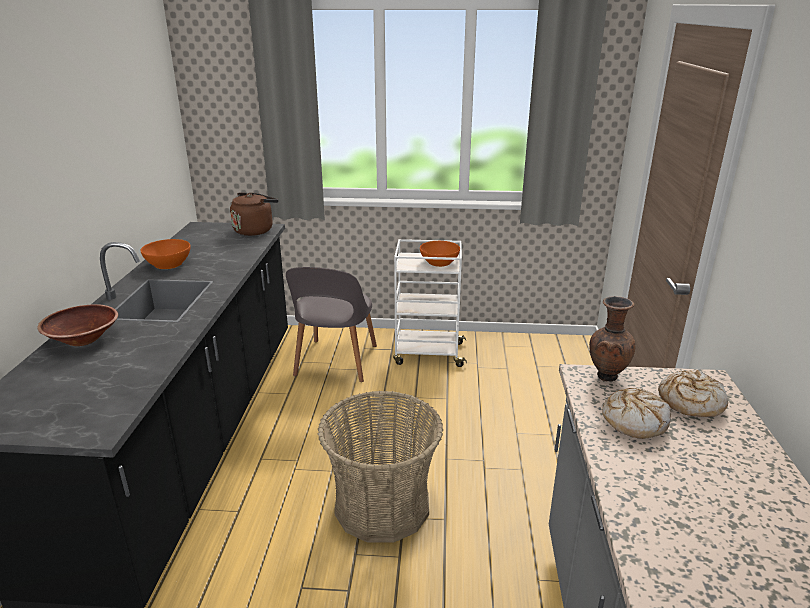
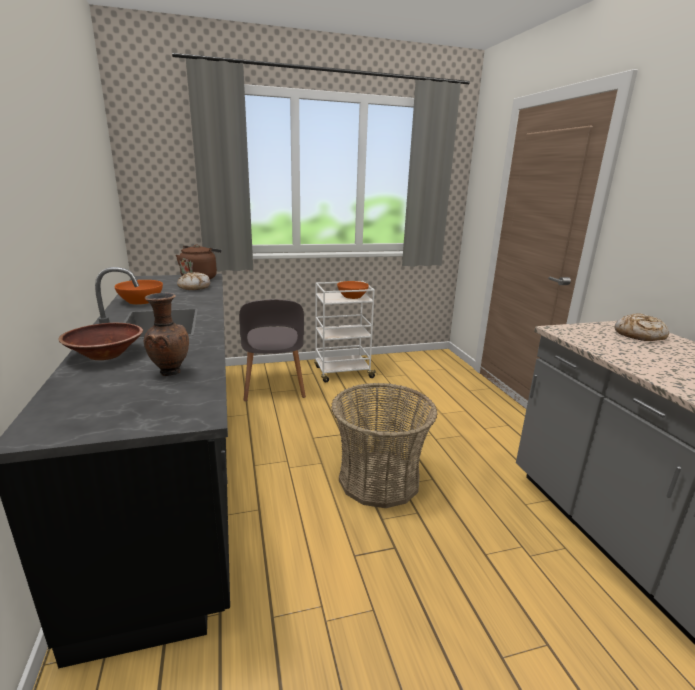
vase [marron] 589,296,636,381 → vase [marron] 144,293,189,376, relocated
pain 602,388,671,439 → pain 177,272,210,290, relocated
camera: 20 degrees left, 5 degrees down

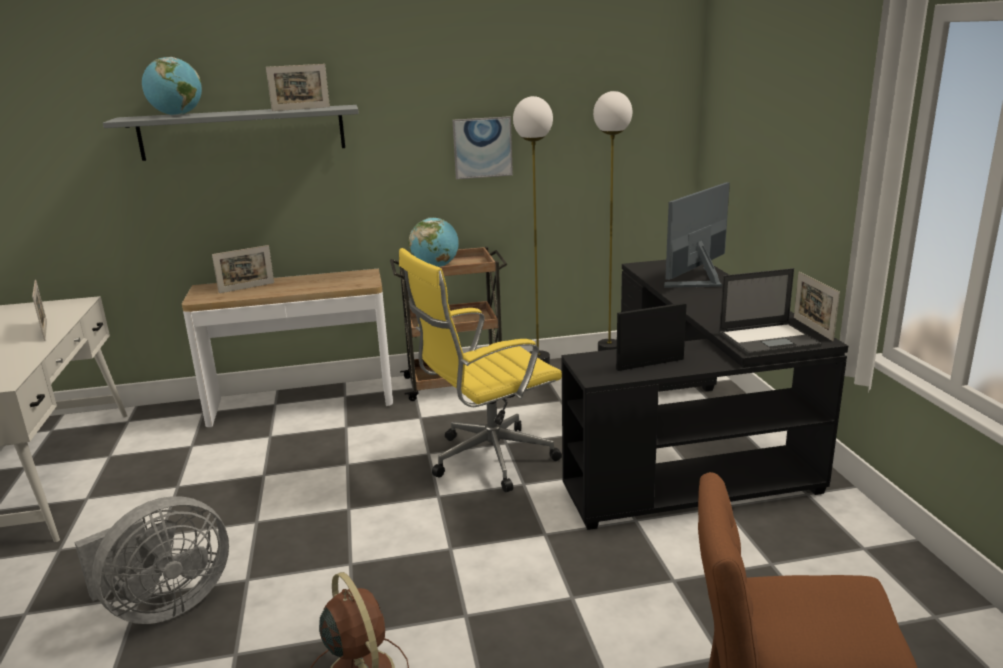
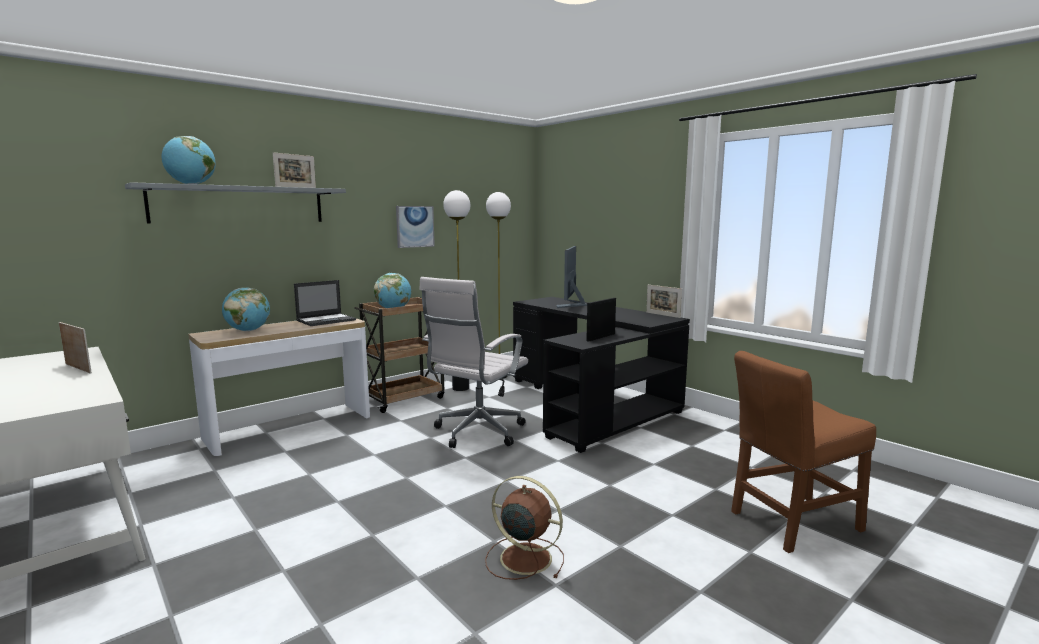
ventilateur [gris] 74,497,229,624 → -
ordinateur portable 718,268,822,356 → ordinateur portable 294,280,356,326, relocated
cadre photo 212,245,274,293 → globe 222,288,270,331
chaise de bureau [jaune] 399,248,562,492 → chaise de bureau [blanc] 419,277,528,448
camera: 30 degrees left, 10 degrees down

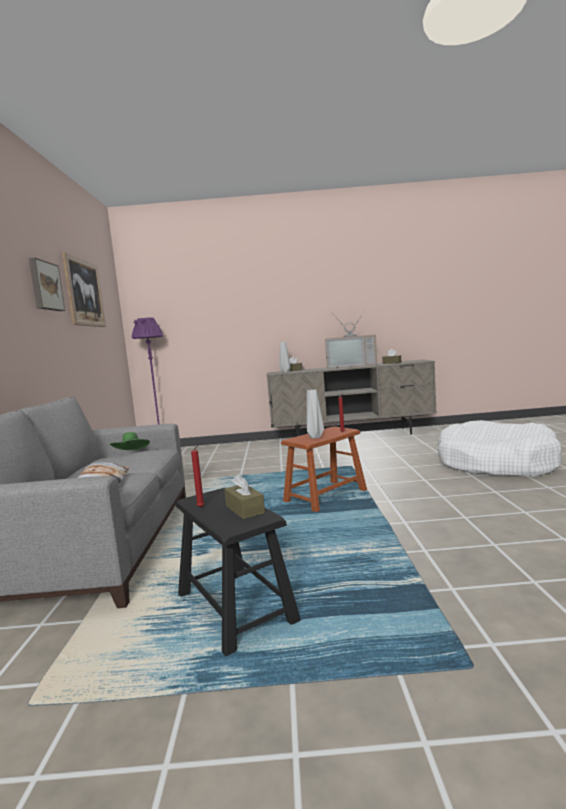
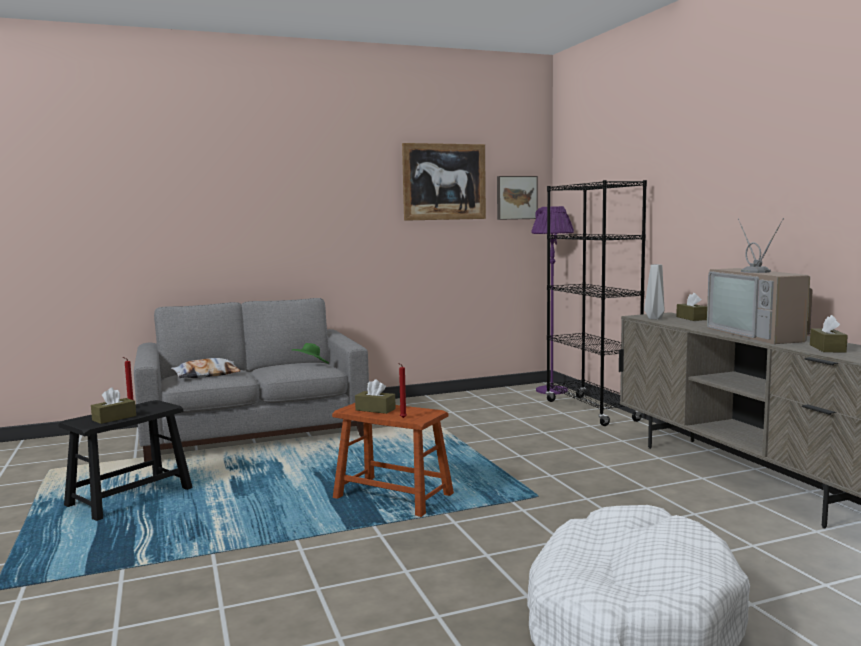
- → bibliothèque [noir] 546,180,647,426
tableau 29,258,65,311 → tableau 497,176,538,220, relocated
vase [gris] 307,390,324,438 → boîte à mouchoirs [marron] 355,379,396,414
camera: 70 degrees right, 0 degrees up

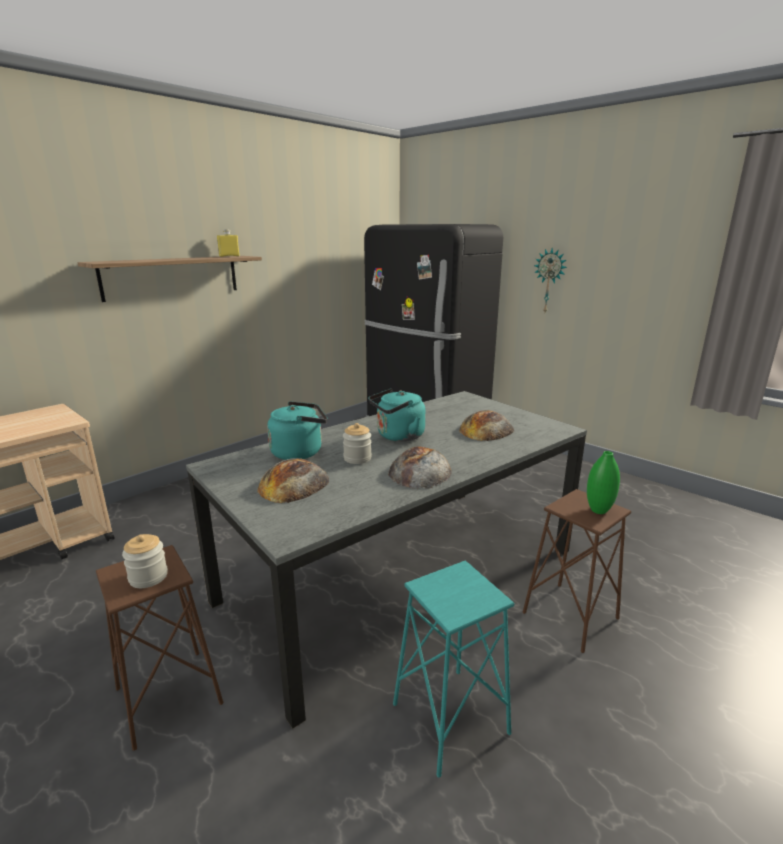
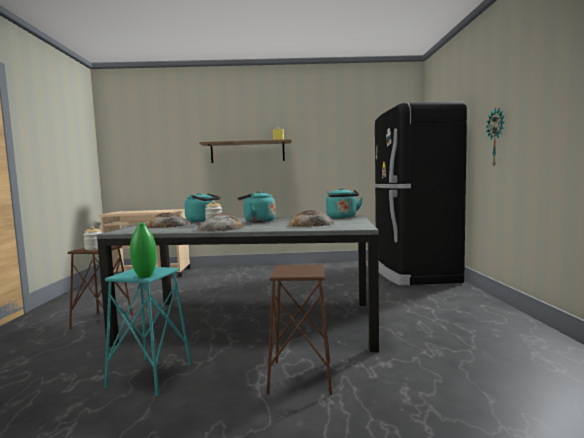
- → bouilloire [turquoise] 326,188,363,218
vase [vert] 587,451,620,514 → vase [vert] 130,223,157,278, relocated
camera: 45 degrees right, 15 degrees down

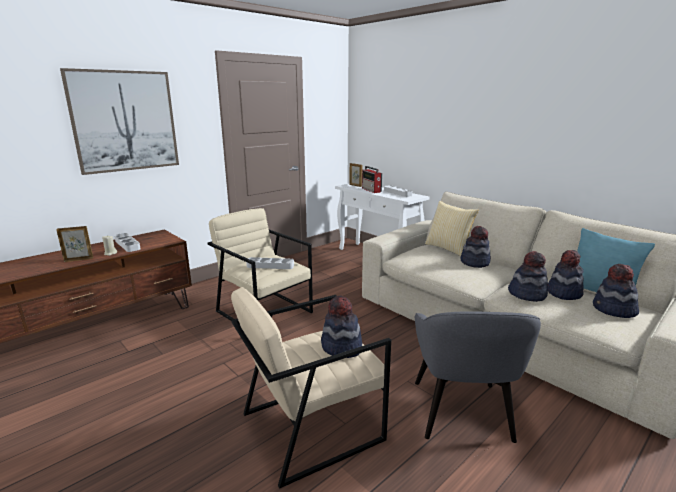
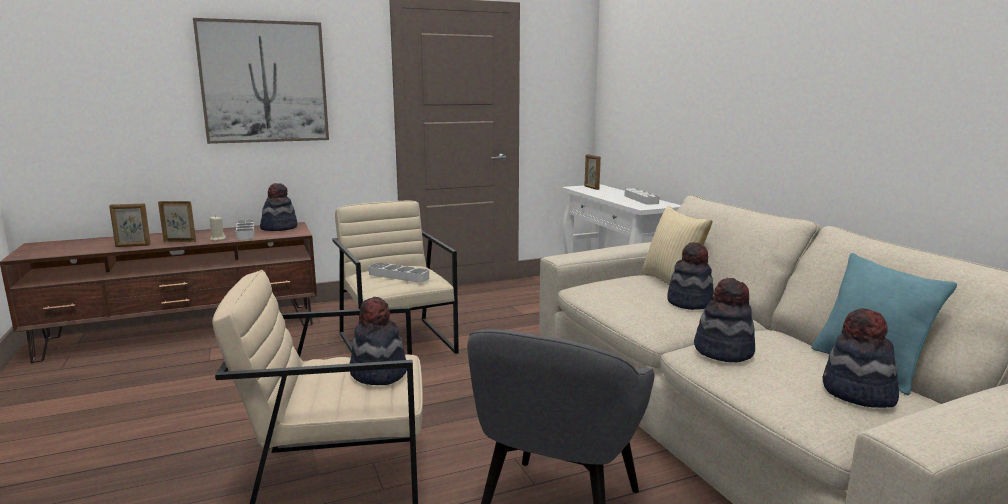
radio 362,166,382,193 → -
- → cadre photo 109,203,151,247
chapeau 548,250,584,300 → chapeau 260,183,298,231, relocated
camera: 20 degrees right, 5 degrees down

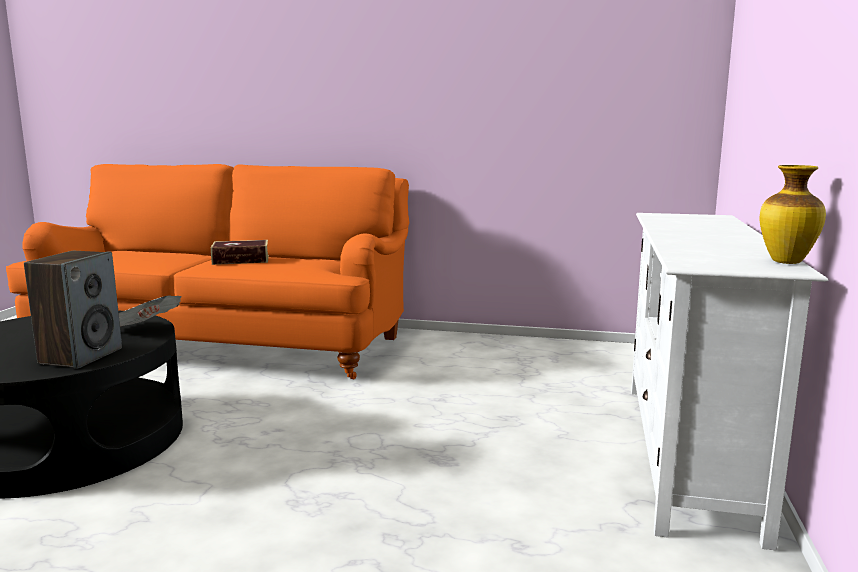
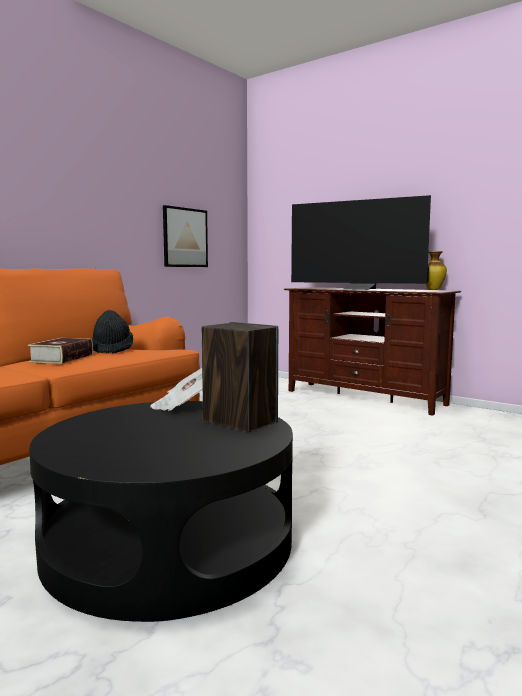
- → chapeau [noir] 92,310,133,354
- → tableau 163,205,208,267
- → téléviseur 291,195,431,290
meuble télé [blanc] 631,213,828,551 → meuble télé [marron] 284,287,461,416
camera: 65 degrees left, 5 degrees down

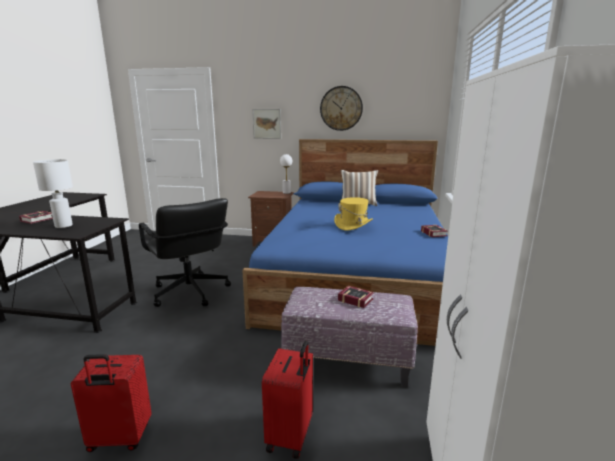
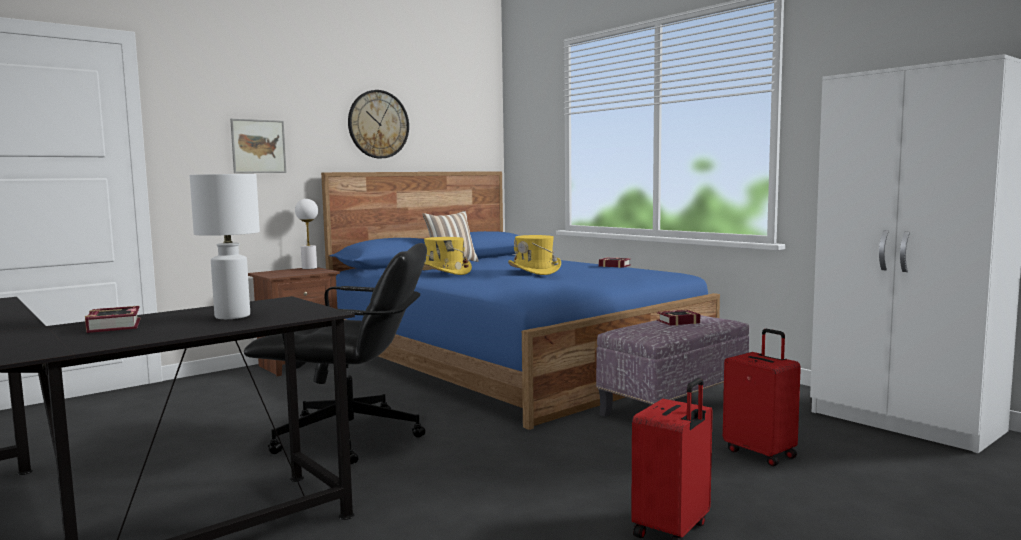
- → chapeau [jaune] 422,237,472,275
camera: 50 degrees left, 10 degrees down

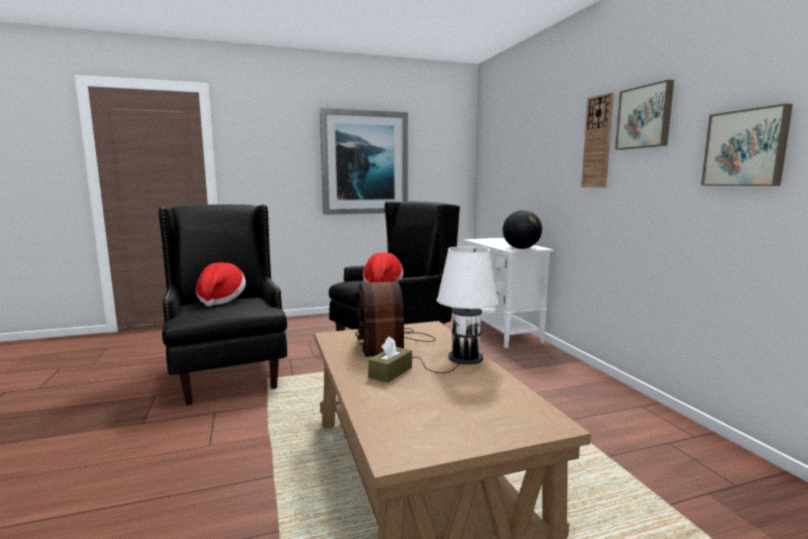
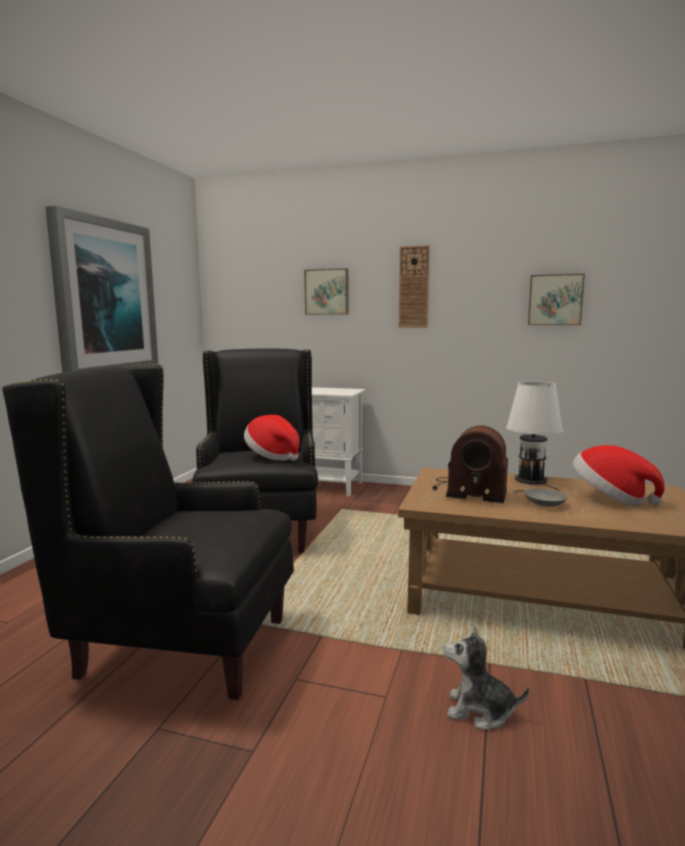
globe 503,210,542,249 → -
- → peluche 443,627,529,730
chapeau 196,262,246,307 → chapeau 573,445,664,506, relocated
tableau 615,80,674,150 → tableau 304,268,349,315, relocated
boîte à mouchoirs [marron] 368,336,412,383 → bol [gris] 524,488,567,507
camera: 55 degrees left, 0 degrees up

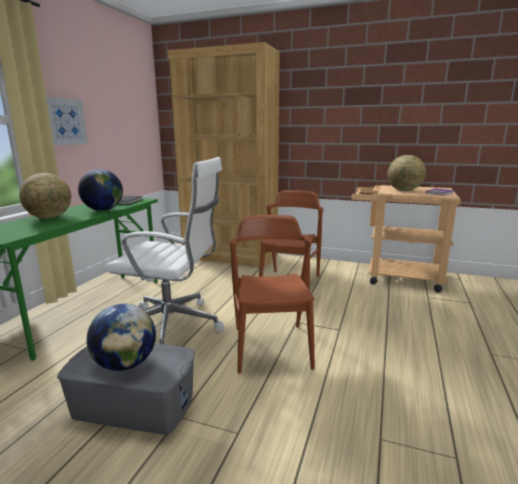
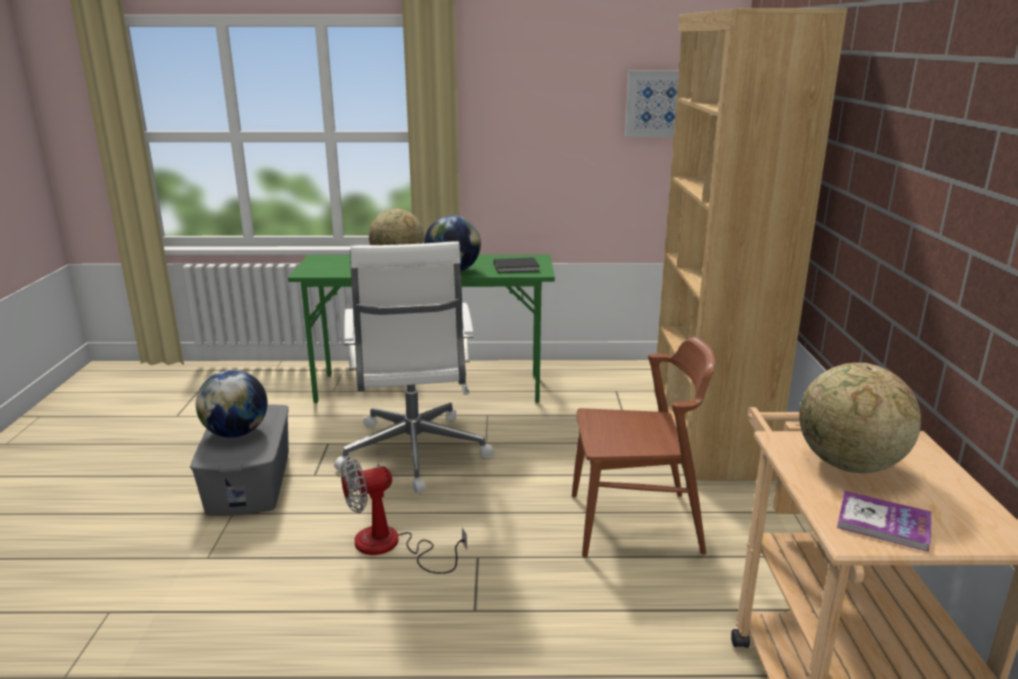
tableau 46,96,88,145 → tableau 625,71,679,137, relocated
chaise [marron] 230,215,315,374 → ventilateur 341,457,467,574
camera: 70 degrees right, 5 degrees up

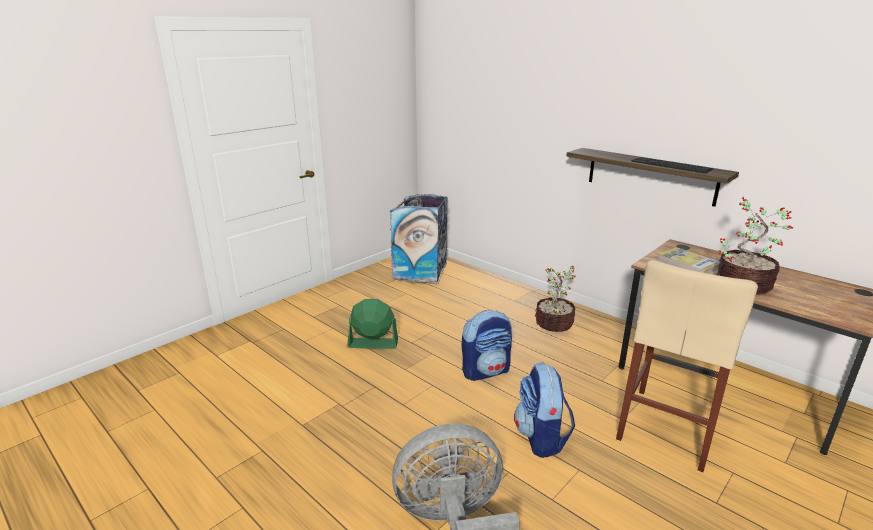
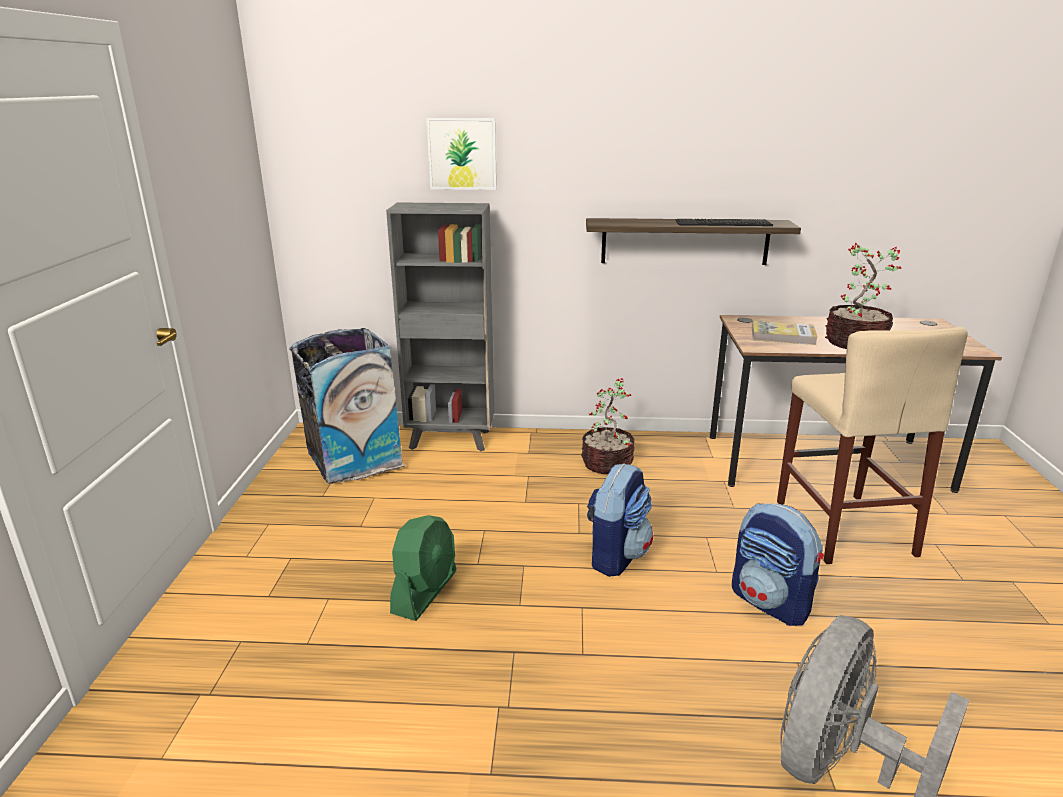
- → bibliothèque [gris] 386,202,494,452
- → tableau 426,118,497,190
ventilateur [vert] 347,299,398,349 → ventilateur [vert] 390,515,456,621, 150 degrees clockwise
camera: 40 degrees left, 0 degrees up

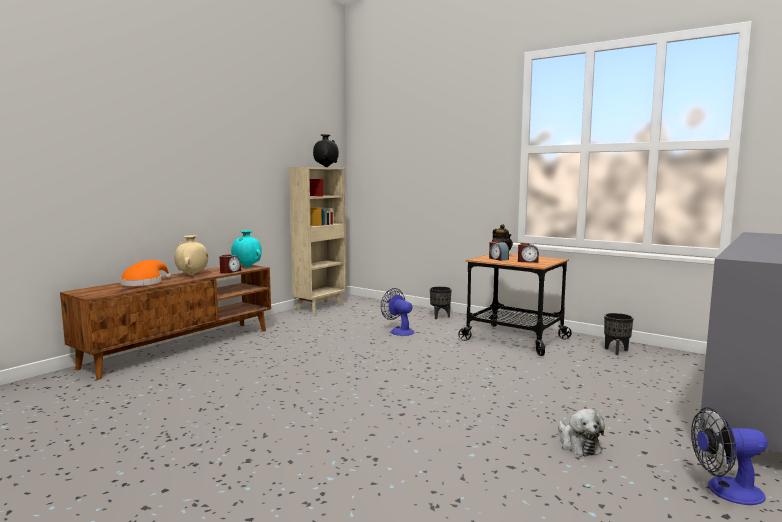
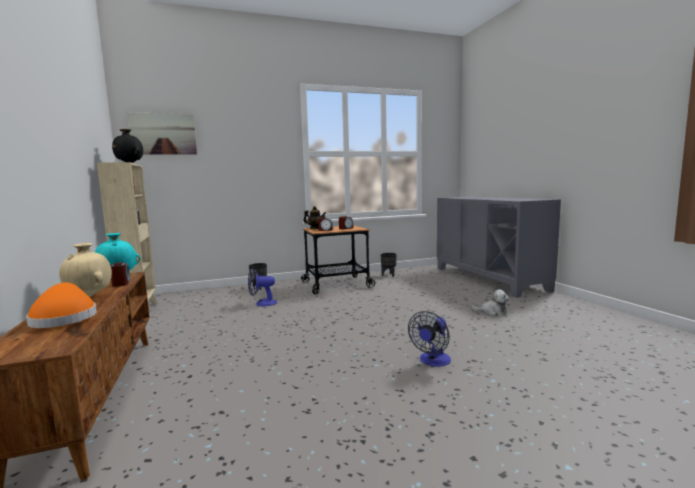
- → tableau 127,112,197,155
ventilateur 691,407,768,505 → ventilateur 408,311,451,367, relocated
camera: 55 degrees left, 0 degrees up

